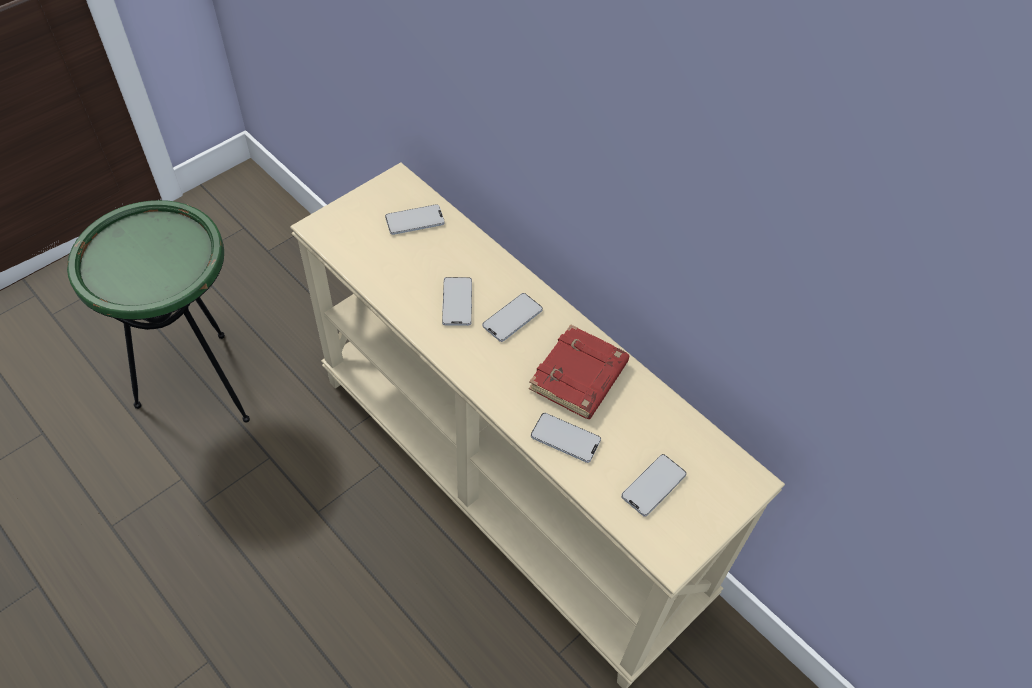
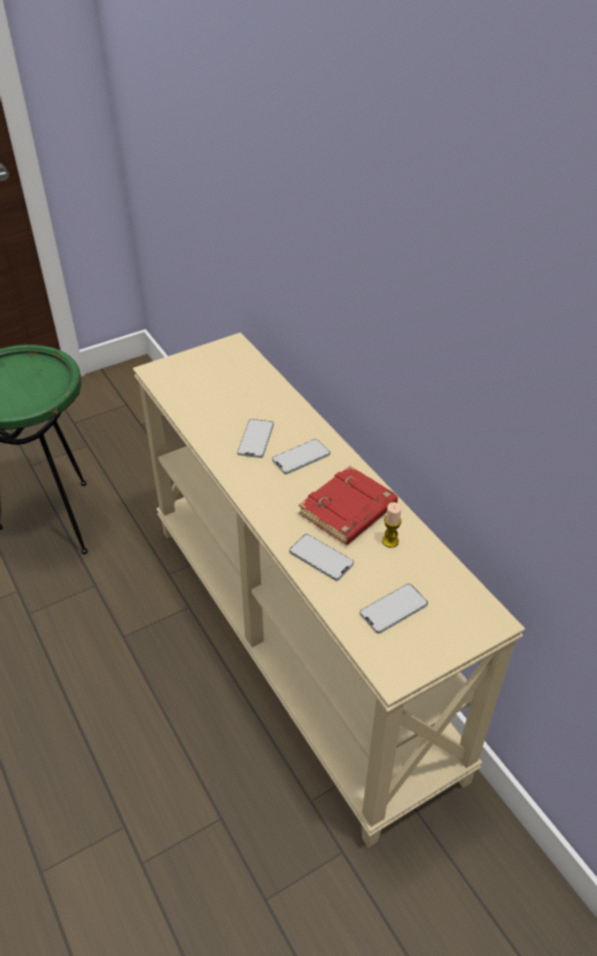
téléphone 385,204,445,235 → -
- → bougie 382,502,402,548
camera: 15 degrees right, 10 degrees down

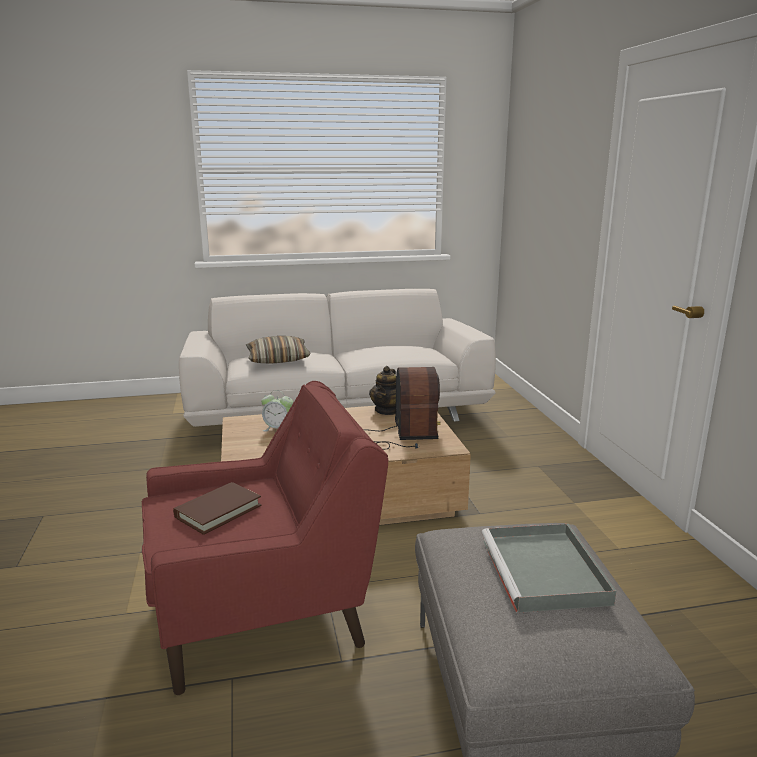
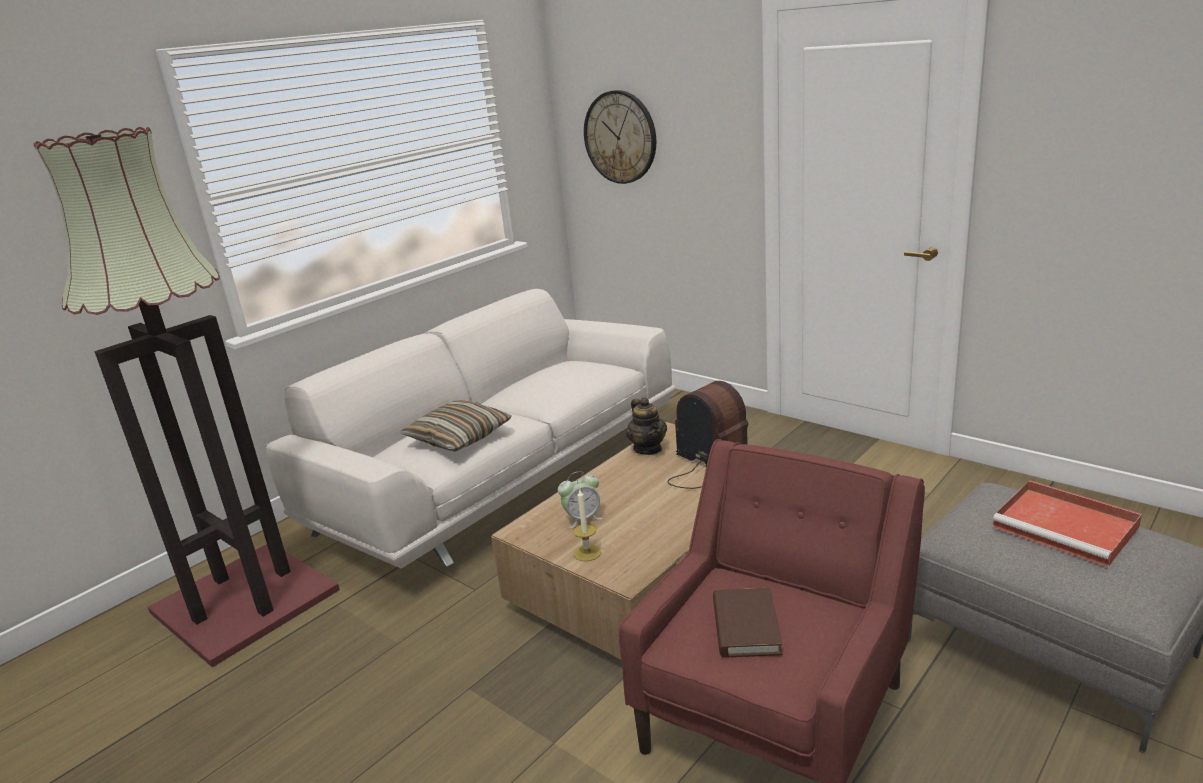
- → lampadaire 33,127,340,668
- → bougie 573,490,601,562
- → horloge murale 584,90,656,184
plateau [gris] 482,524,616,613 → plateau [rouge] 993,480,1142,567
camera: 35 degrees left, 5 degrees up

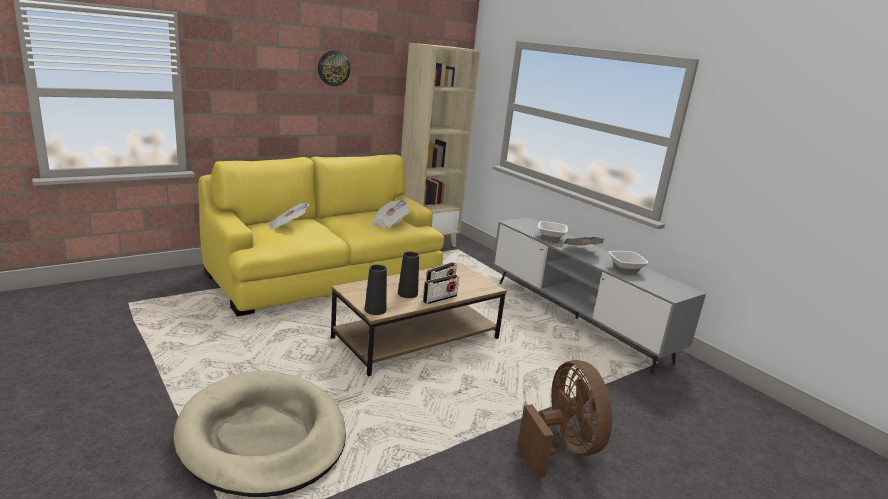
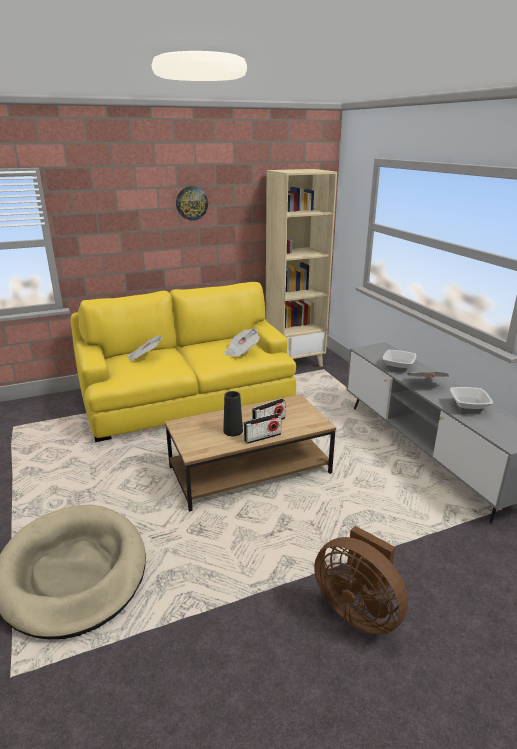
vase [noir] 365,265,387,315 → -
ventilateur [marron] 517,360,612,478 → ventilateur [marron] 314,526,408,635, 135 degrees clockwise
camera: 15 degrees right, 5 degrees up

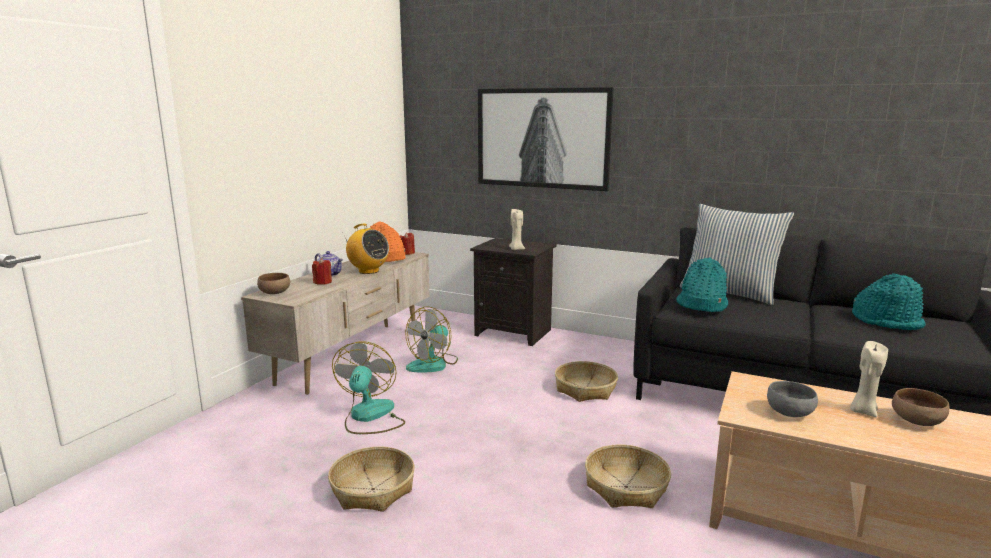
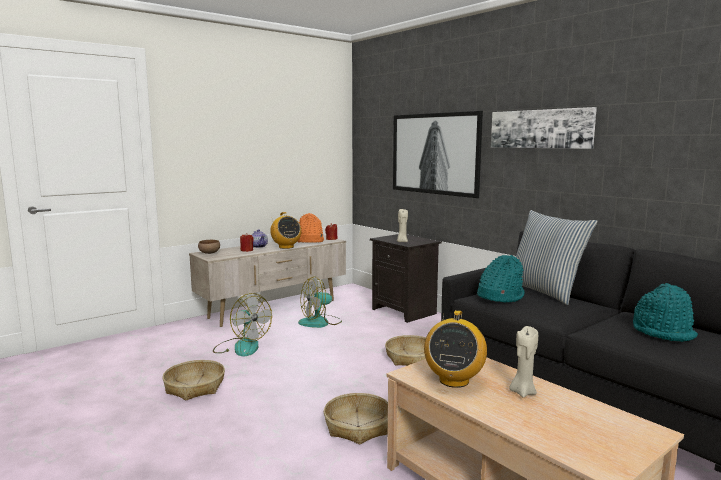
bol [marron] 892,388,949,426 → -
- → tableau 491,107,597,149
bol [gris] 767,381,818,417 → radio 424,310,487,388
ventilateur 332,342,405,434 → ventilateur 213,293,272,356, 105 degrees clockwise
camera: 25 degrees right, 5 degrees down

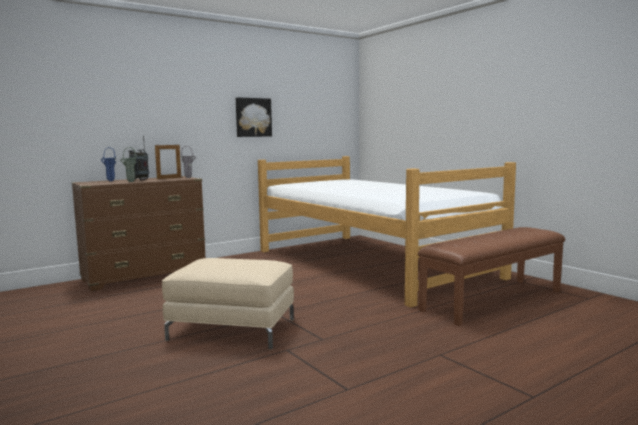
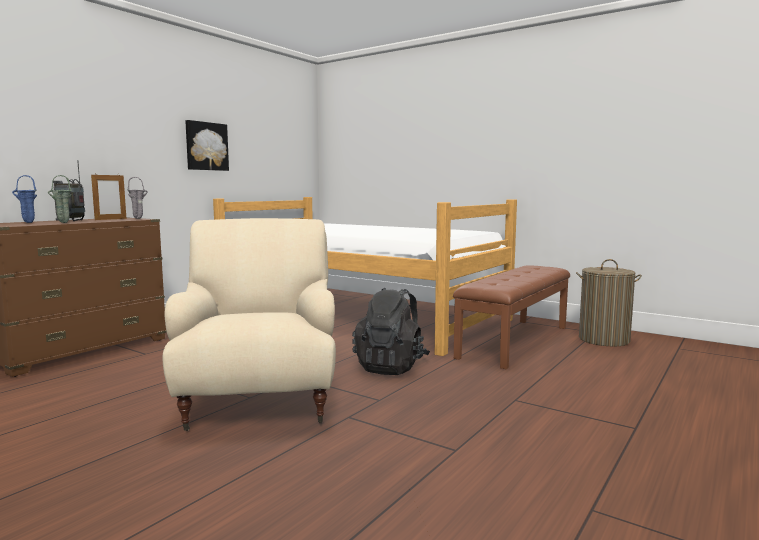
- → sac à dos [noir] 352,288,430,375
- → panier à linge 576,259,642,346
pouf [beige] 162,258,294,349 → fauteuil [beige] 162,218,336,431
camera: 20 degrees left, 0 degrees up

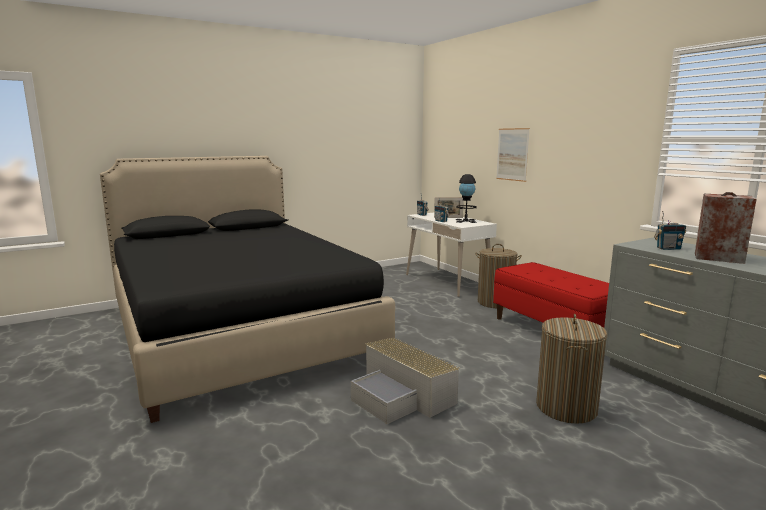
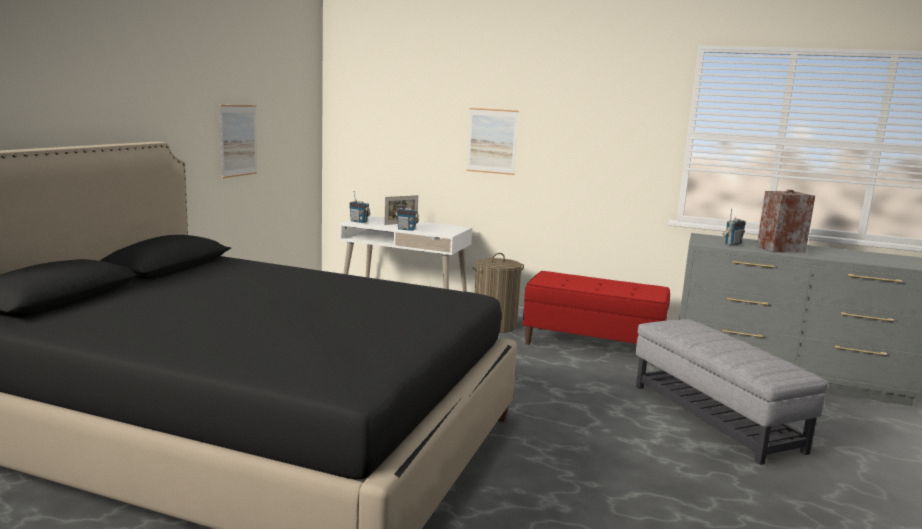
boîte de rangement [gris] 351,337,459,424 → -
lampe de table [noir] 456,174,477,223 → -
- → tableau 220,105,257,178
panier à linge 536,314,607,424 → pouf [gris] 636,319,828,465
camera: 40 degrees left, 0 degrees up

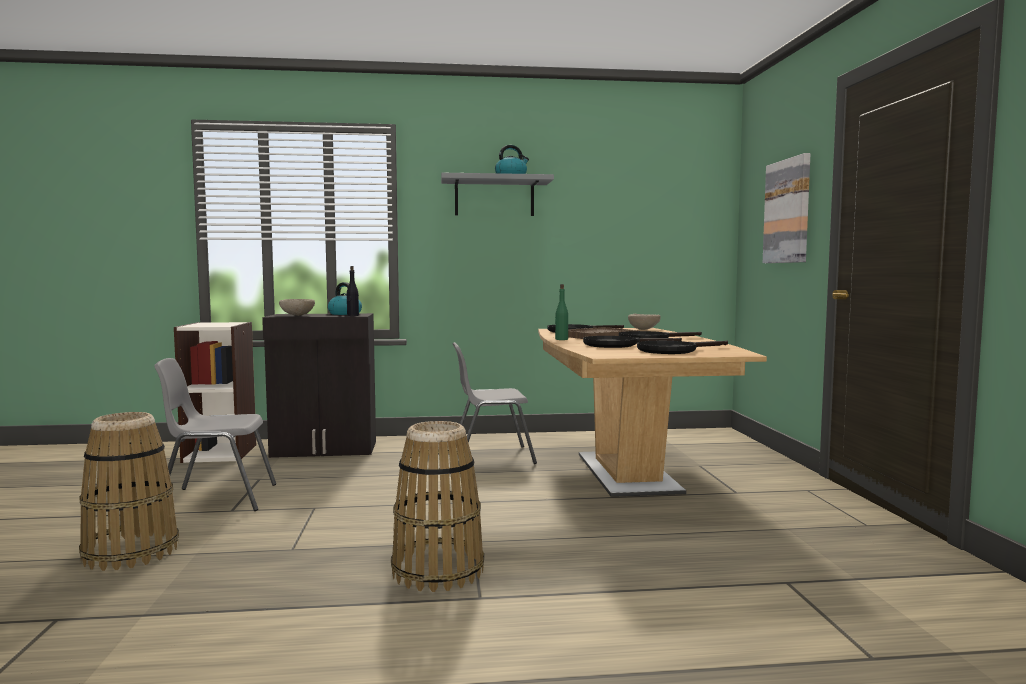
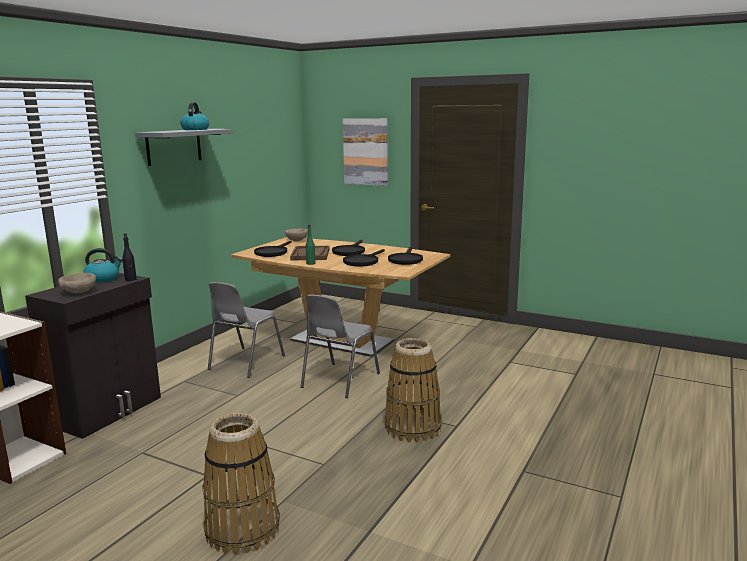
chaise [gris] 154,358,276,511 → chaise [gris] 300,295,380,398, relocated
camera: 55 degrees left, 10 degrees up

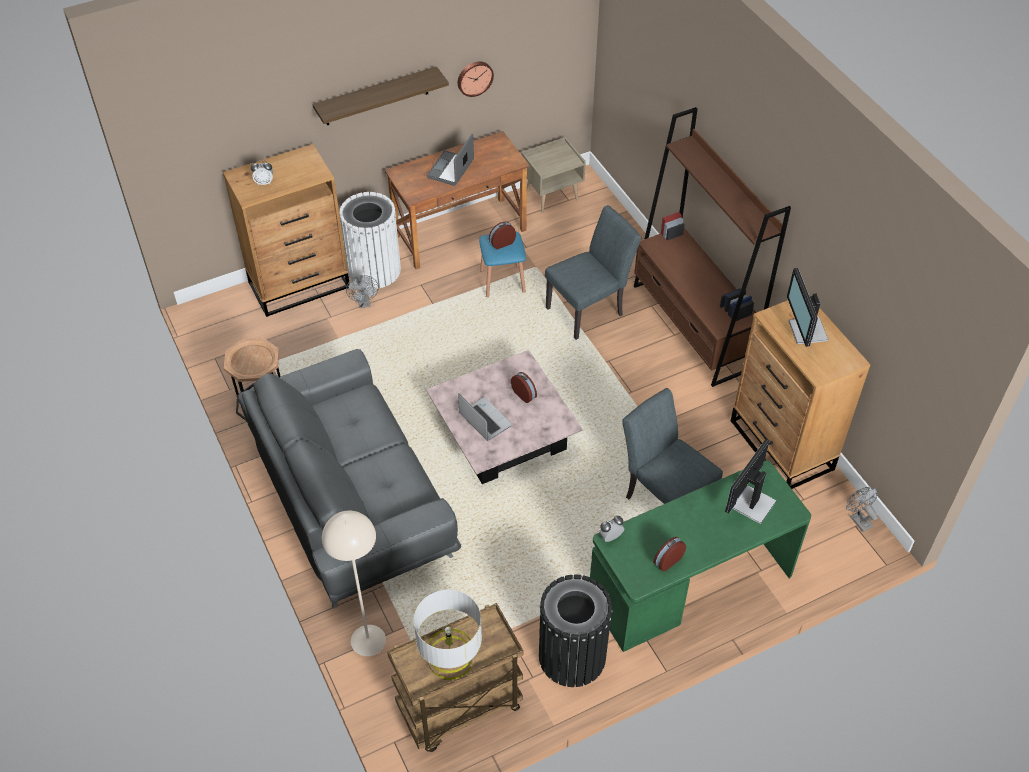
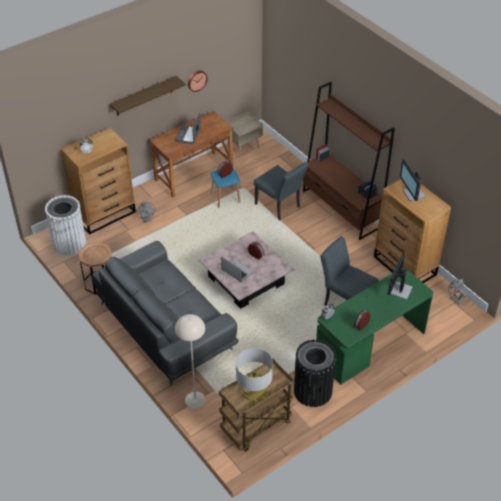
poubelle [blanc] 339,192,401,289 → poubelle [blanc] 45,195,86,256, relocated
chaise [gris] 545,205,641,340 → chaise [gris] 254,162,309,221, 90 degrees clockwise
camera: 10 degrees left, 5 degrees down

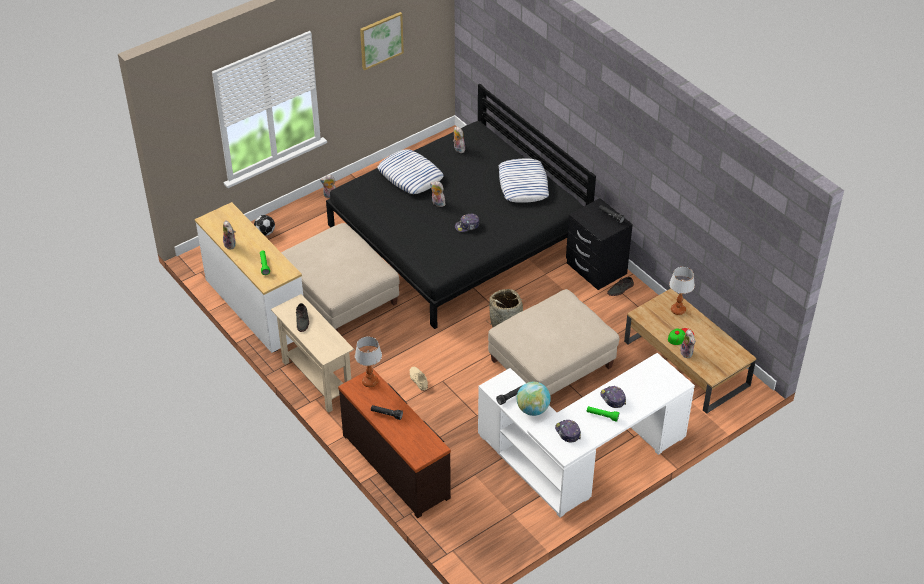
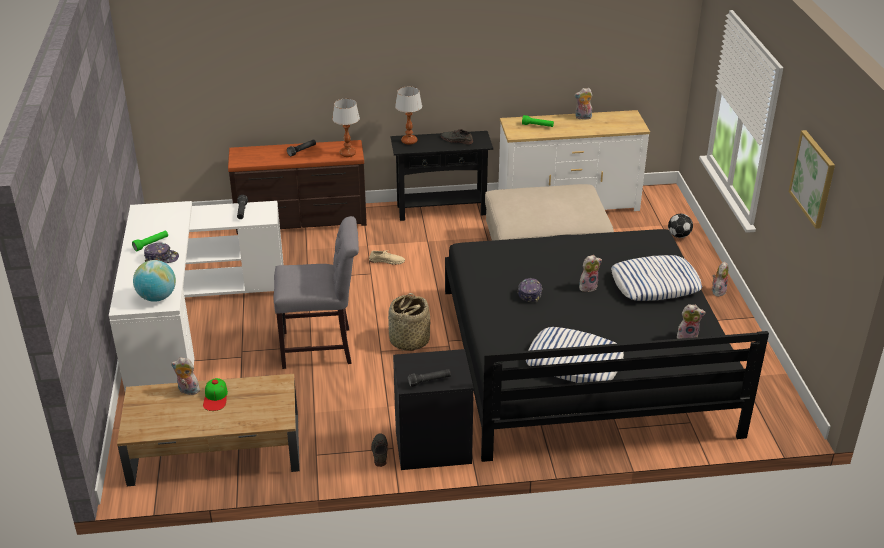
casquette 555,420,581,442 → -
globe 517,382,551,416 → globe 133,260,176,302, relocated
lampe de table 669,267,695,315 → lampe de table 395,86,422,145, relocated
pouf [beige] 488,289,620,395 → chaise [gris] 273,216,359,369
table console [beige] 271,294,354,413 → table console [noir] 391,131,493,221
camera: 120 degrees right, 10 degrees down

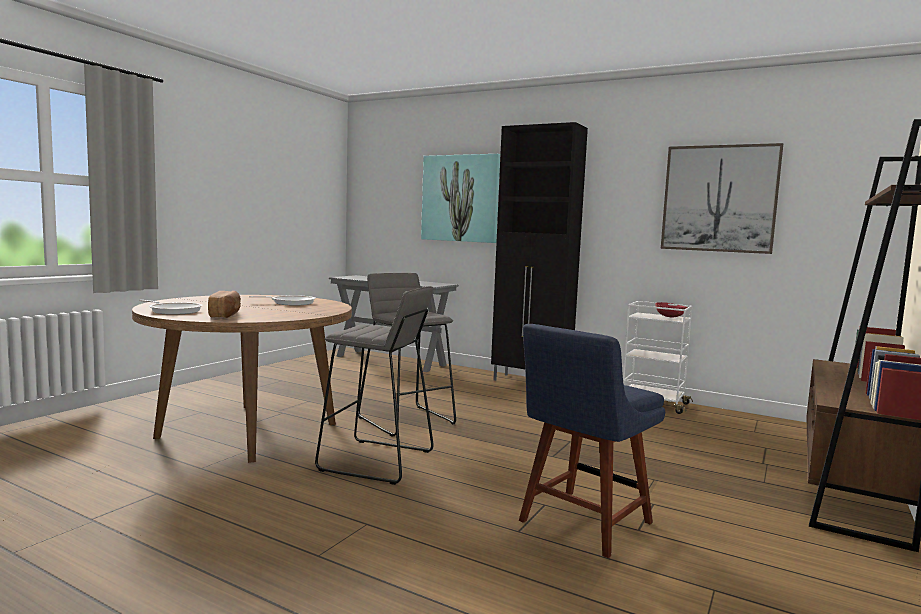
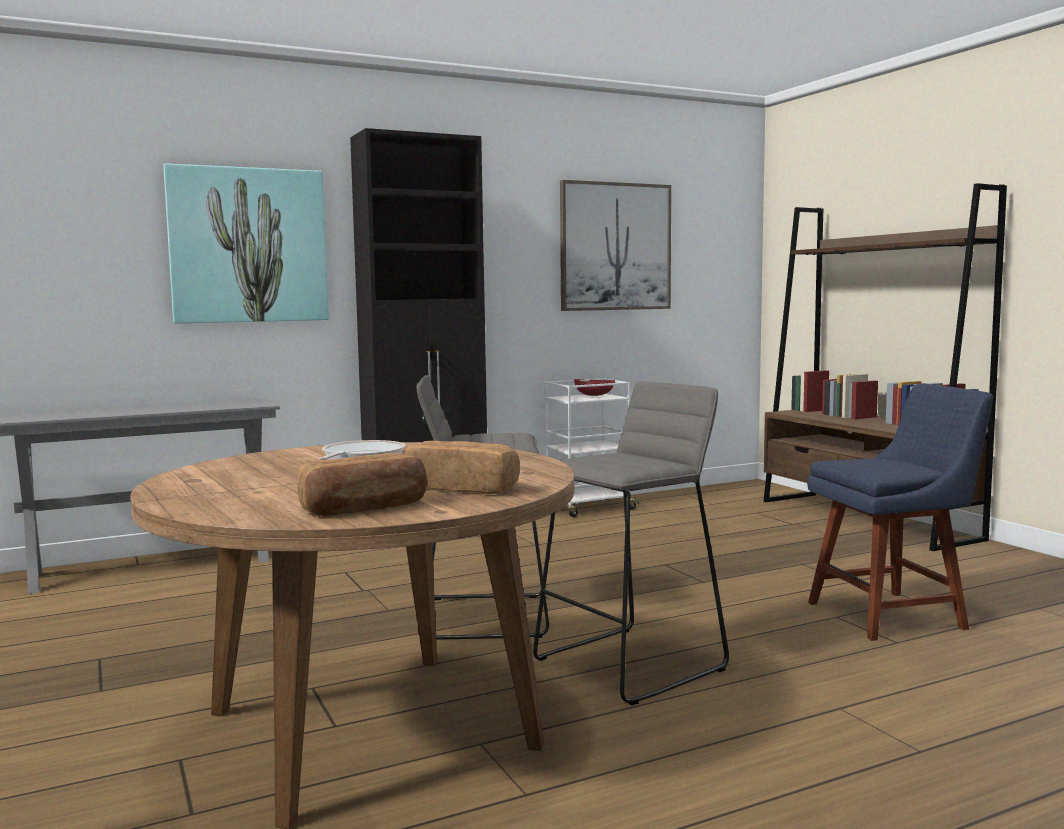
poêle 139,300,203,315 → pain 297,453,427,516
chaise [bleu] 519,324,665,558 → chaise [bleu] 807,384,993,641, 90 degrees counterclockwise
camera: 55 degrees left, 0 degrees up

